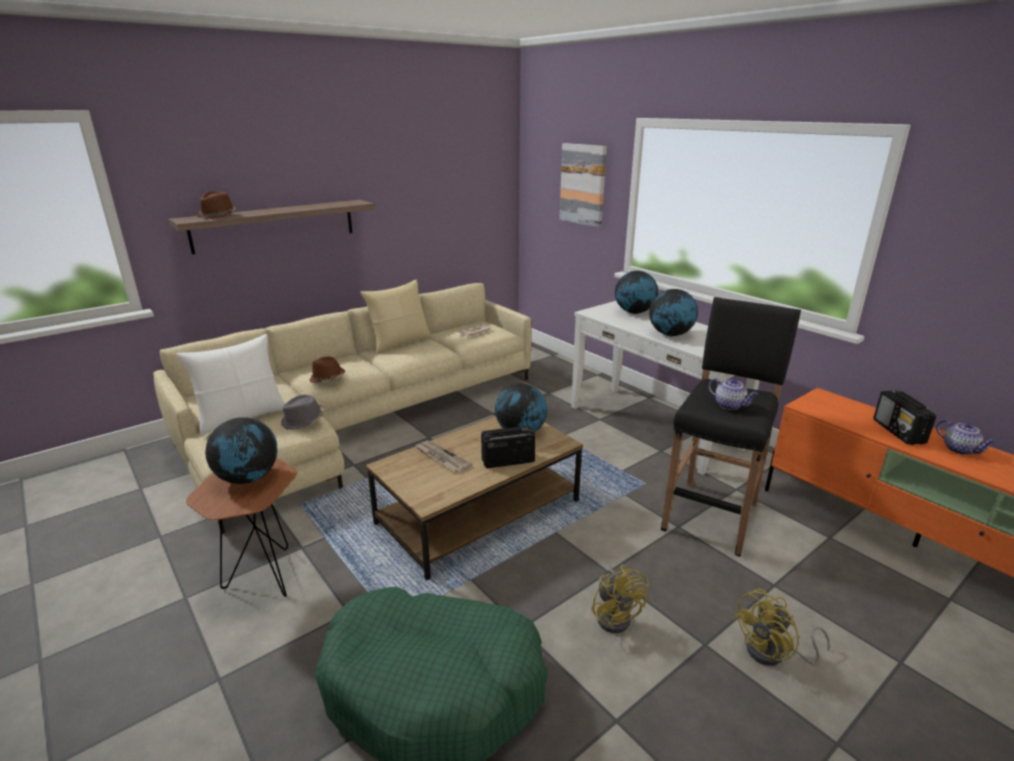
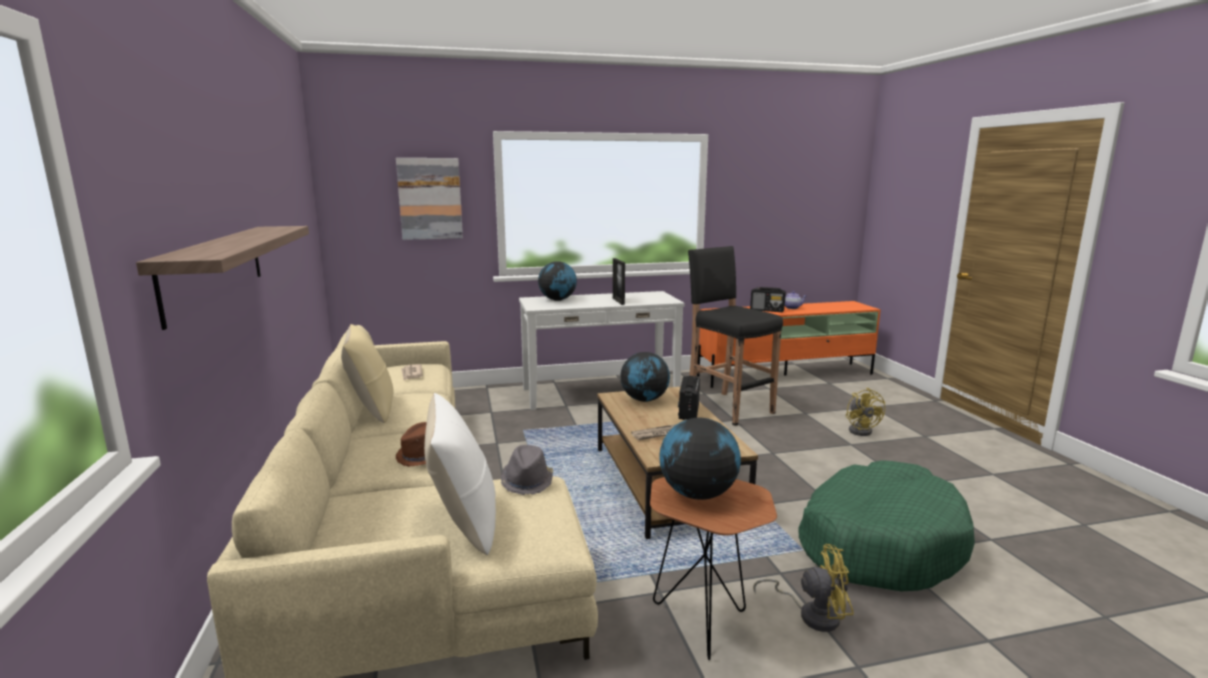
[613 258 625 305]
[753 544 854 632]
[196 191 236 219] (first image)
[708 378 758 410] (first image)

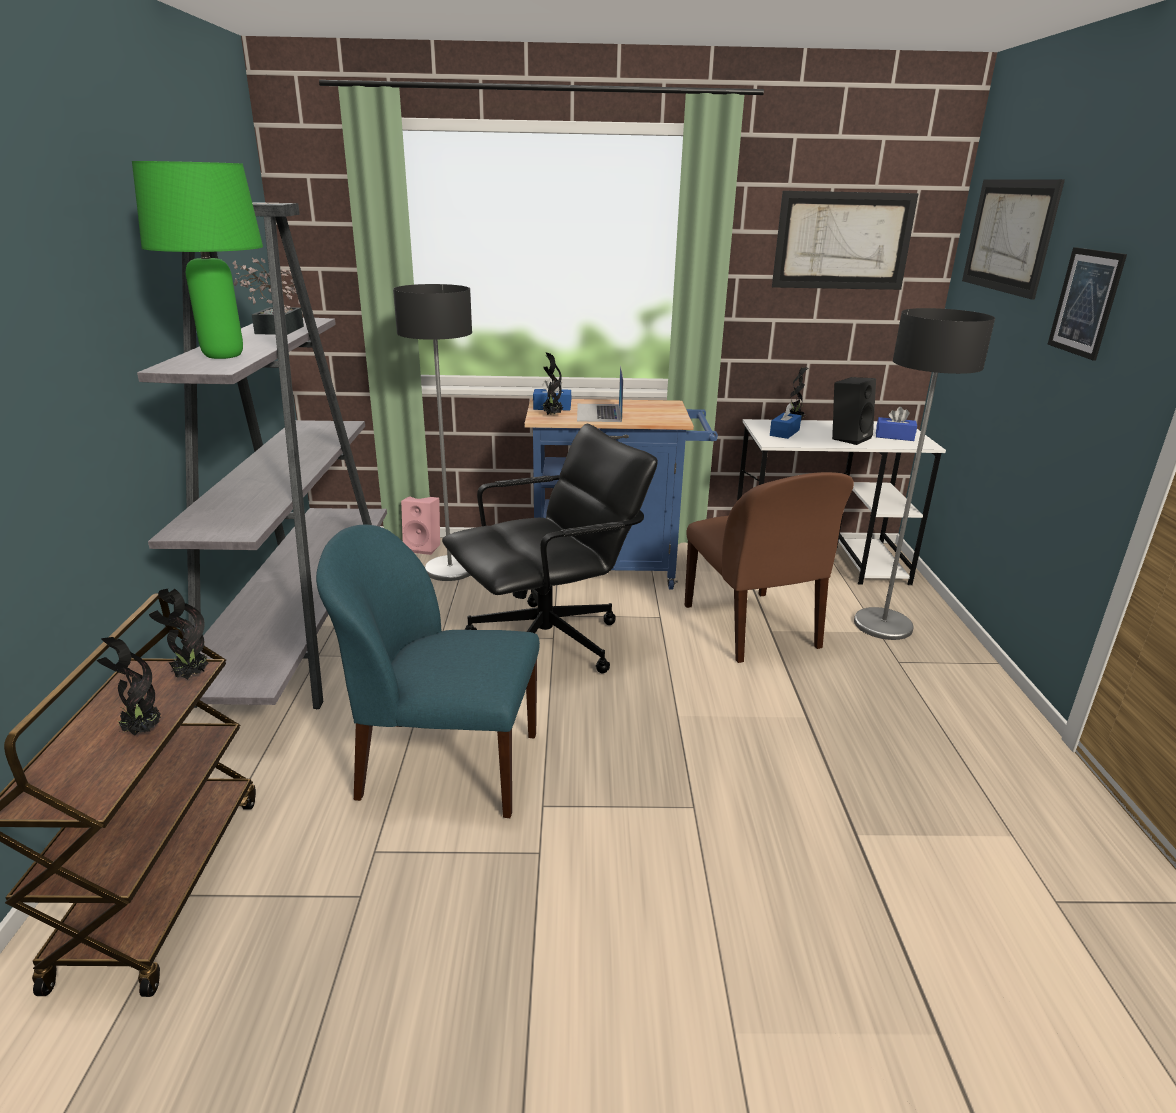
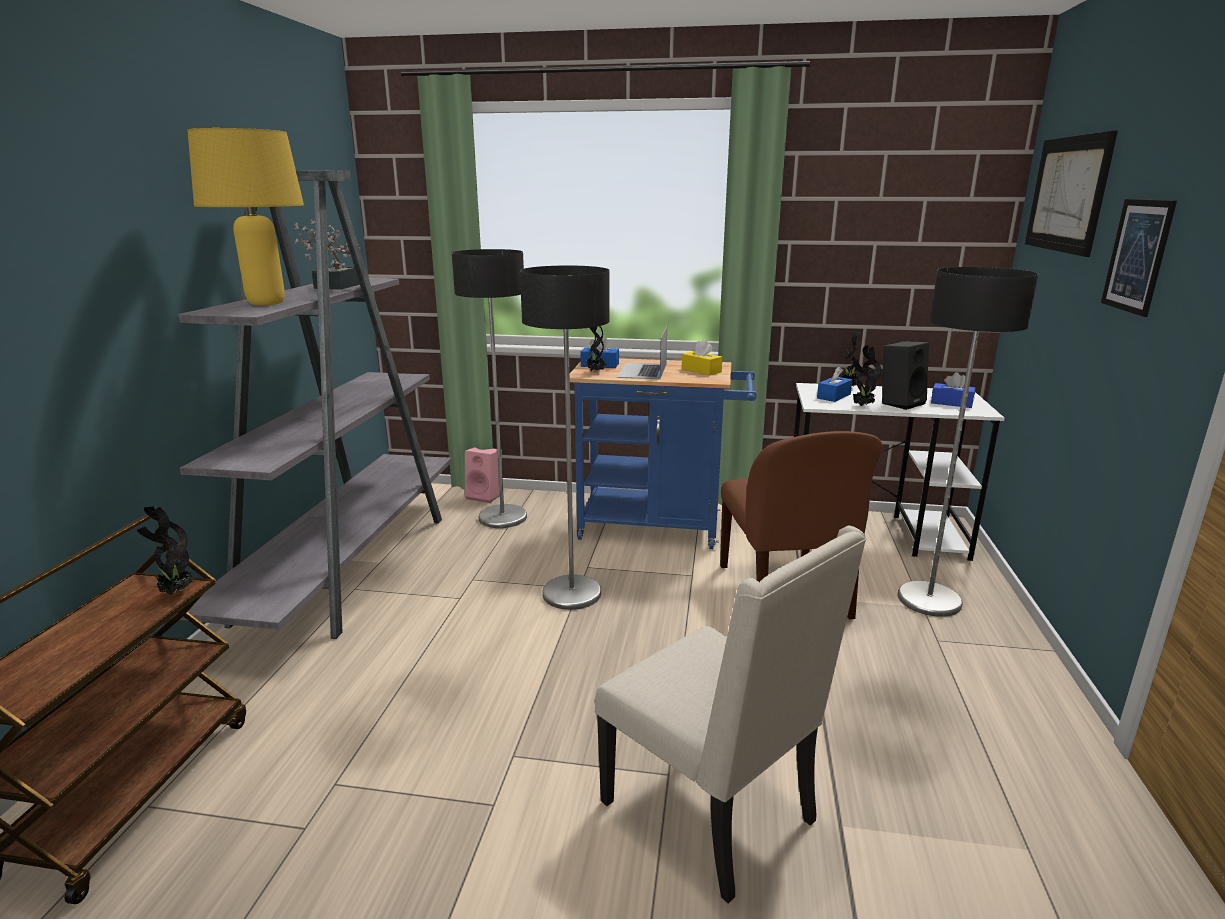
[187 128 304 306]
[520 265 610 610]
[595 525 866 904]
[682 339 722 375]
[853 345 882 406]
[316 525 540 818] (first image)
[772 191 919 290] (first image)

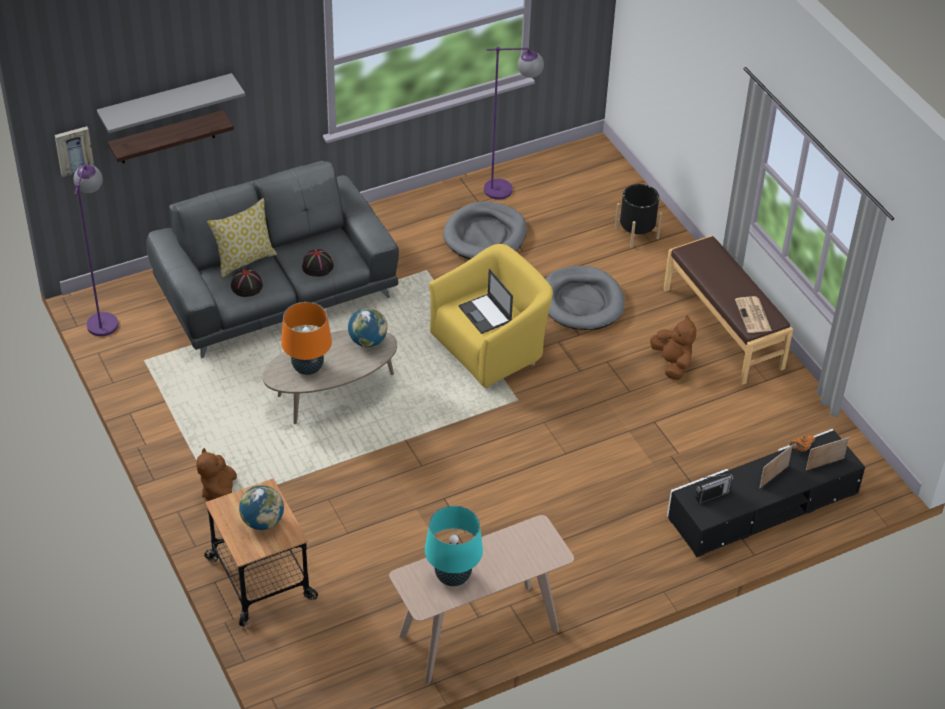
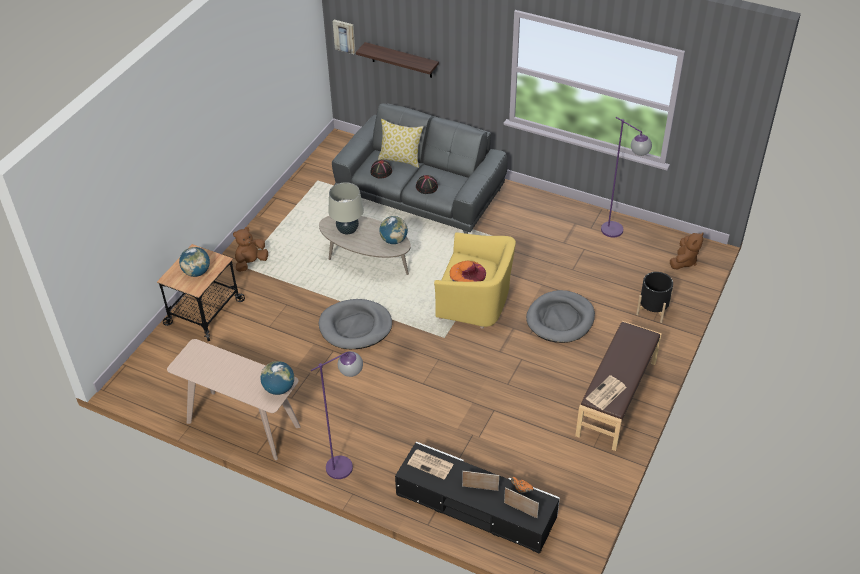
[260 361 294 395]
[311 351 363 479]
[319 299 392 349]
[328 182 364 234]
[407 449 454 479]
[450 261 486 282]
[670 233 703 269]
[97 73 245 133] (first image)
[425 505 483 586] (first image)

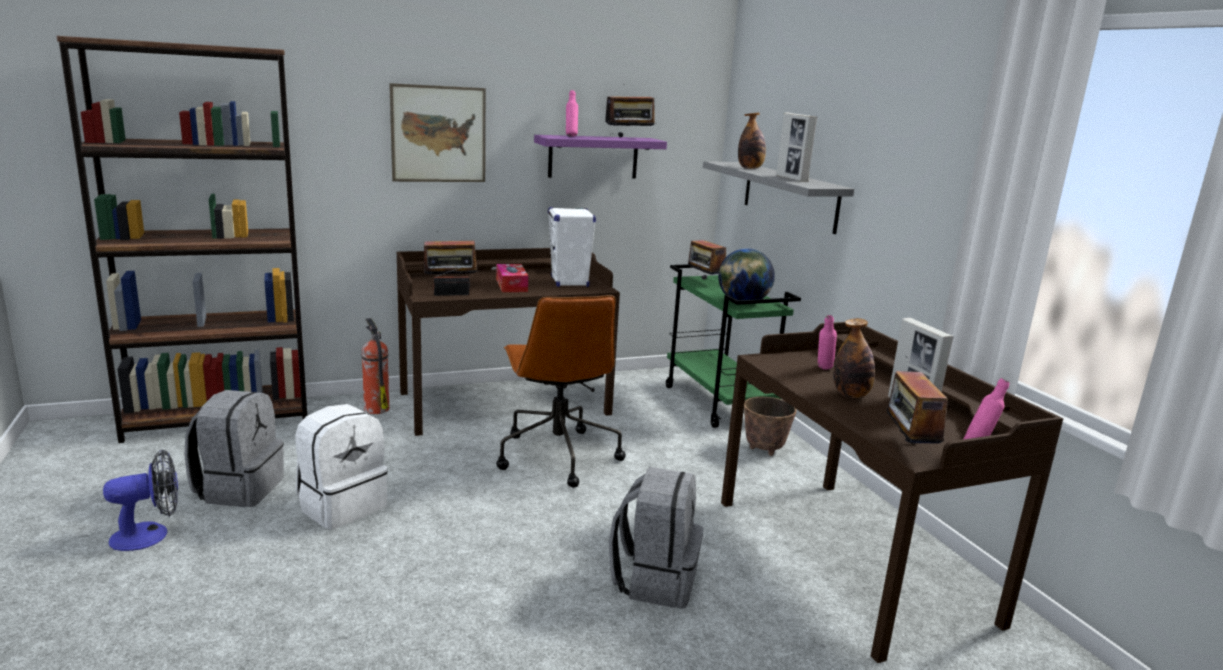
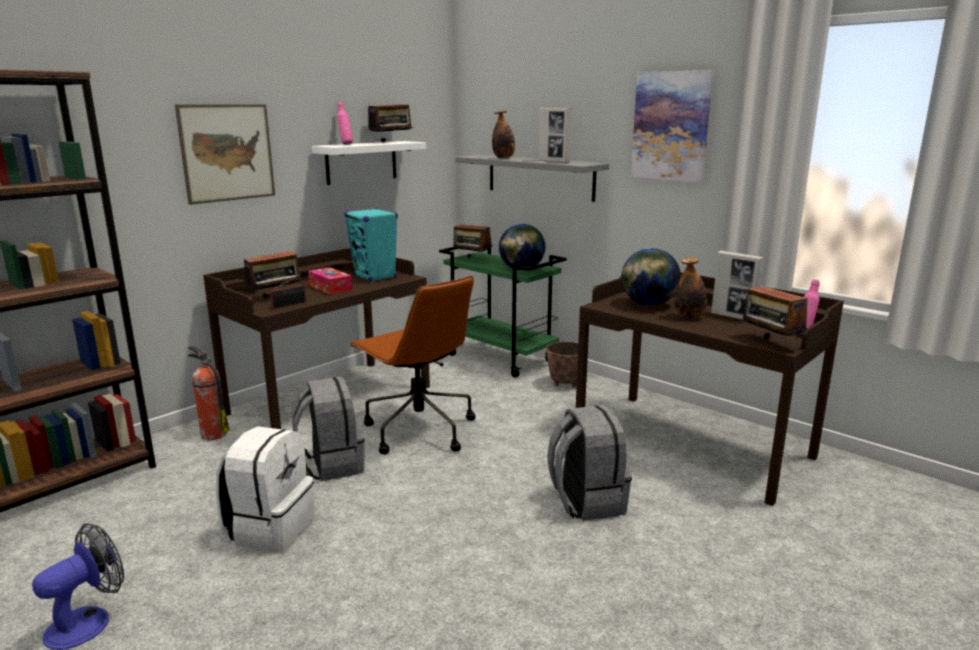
[292 377 365 481]
[312 141 426 185]
[344 208 398 282]
[621 248 681 306]
[631 70 714 183]

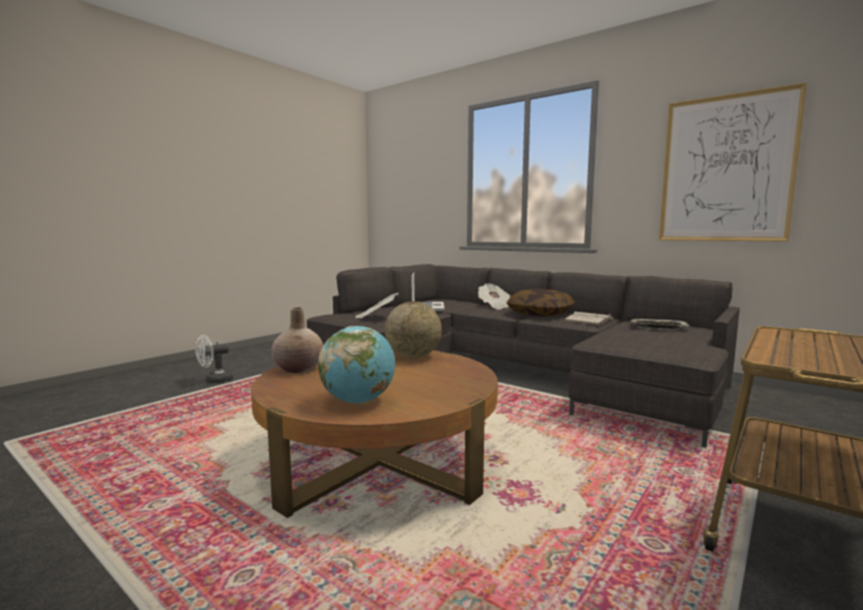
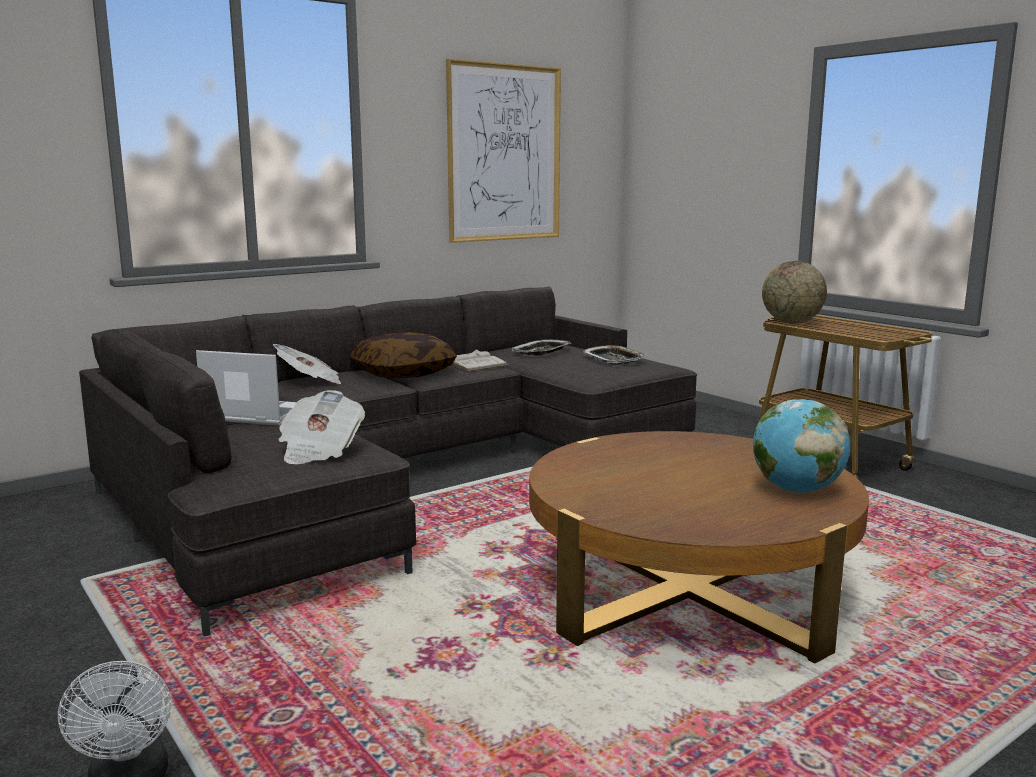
[582 345 647 365]
[762 261 827 323]
[272 308 323 373] (first image)

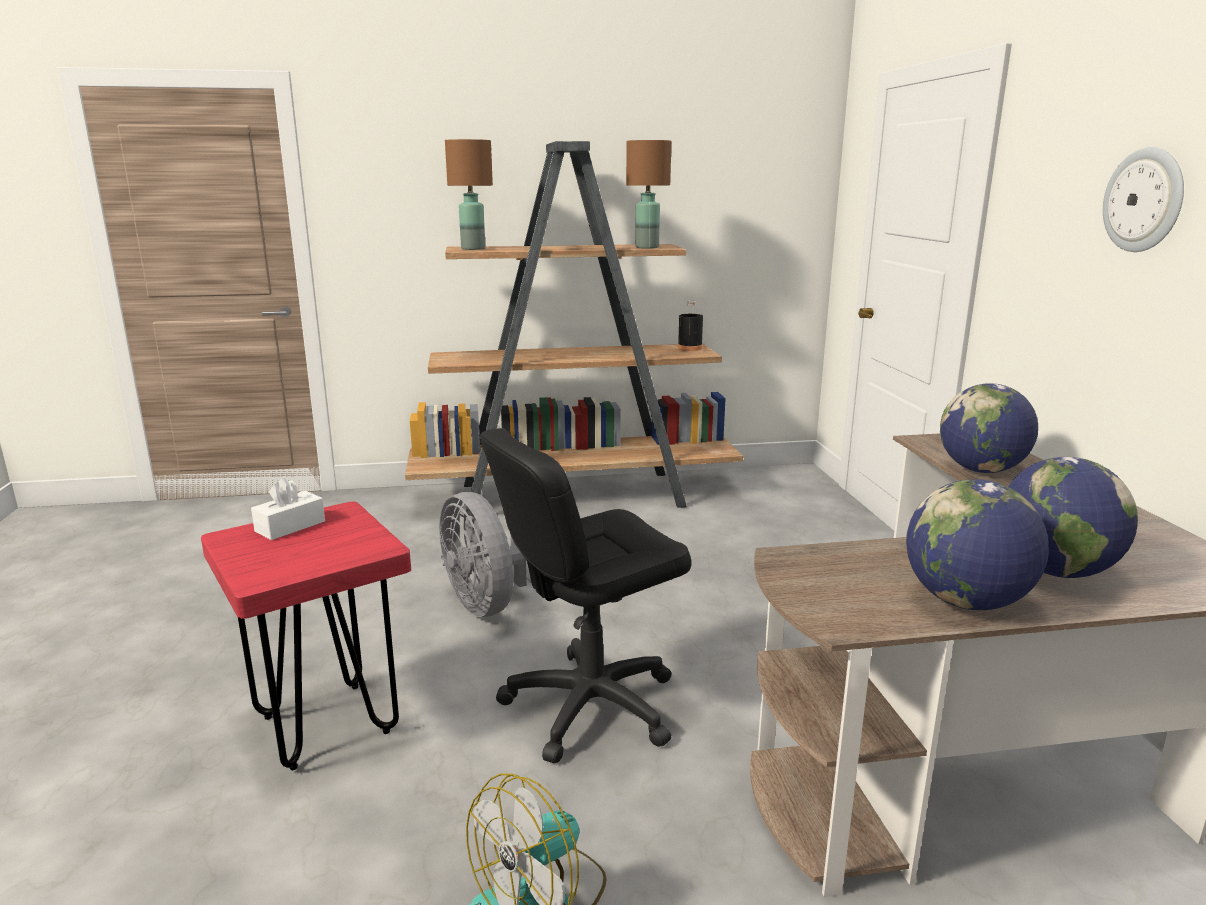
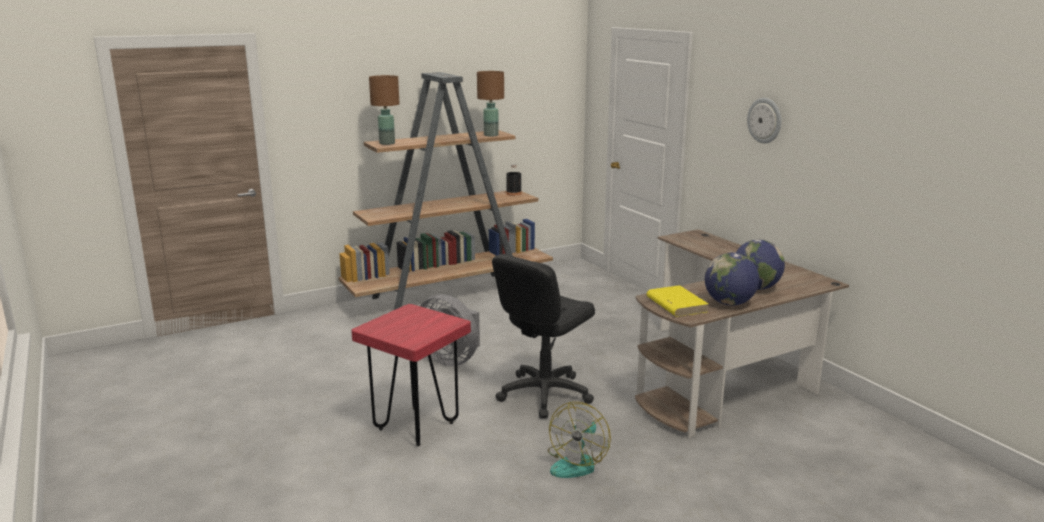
[647 285 708 317]
[251 478 325 540] (first image)
[940 383 1038 473] (first image)

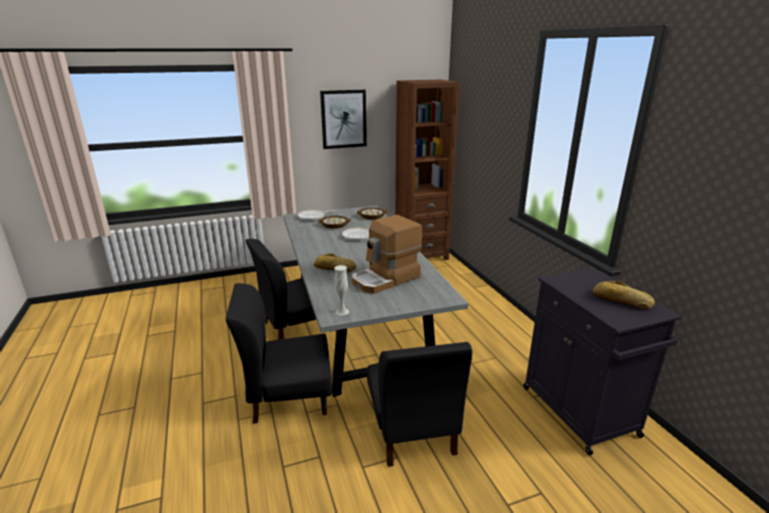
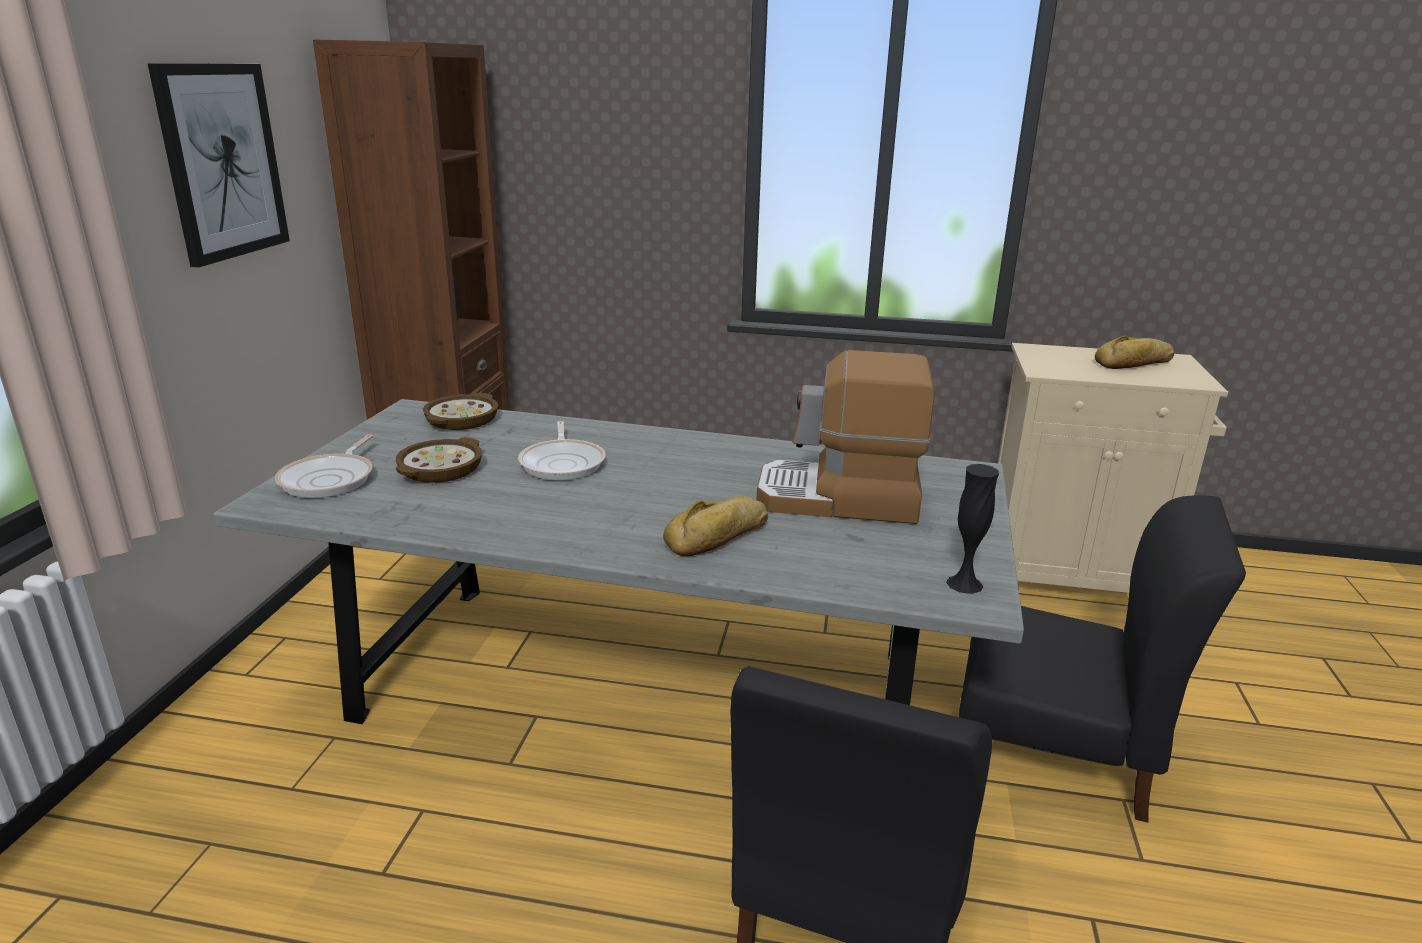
[757 350 934 524]
[946 464 999 594]
[998 343 1228 593]
[246 239 331 340] (first image)

